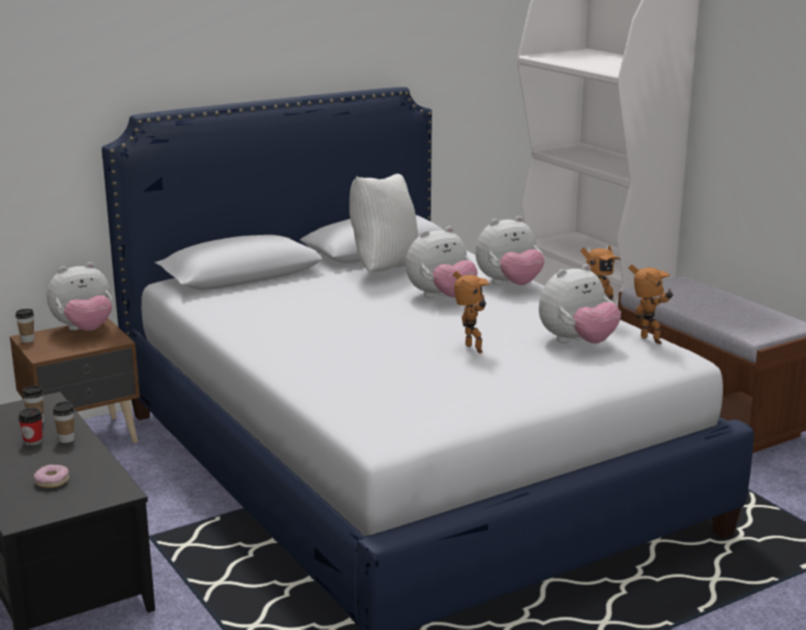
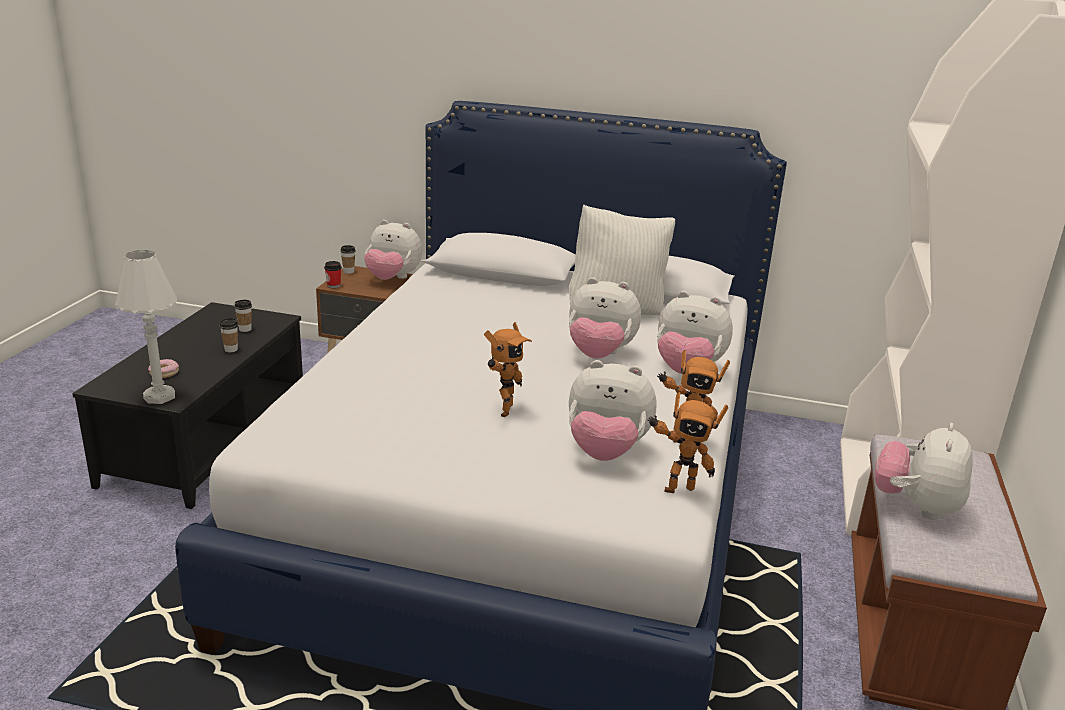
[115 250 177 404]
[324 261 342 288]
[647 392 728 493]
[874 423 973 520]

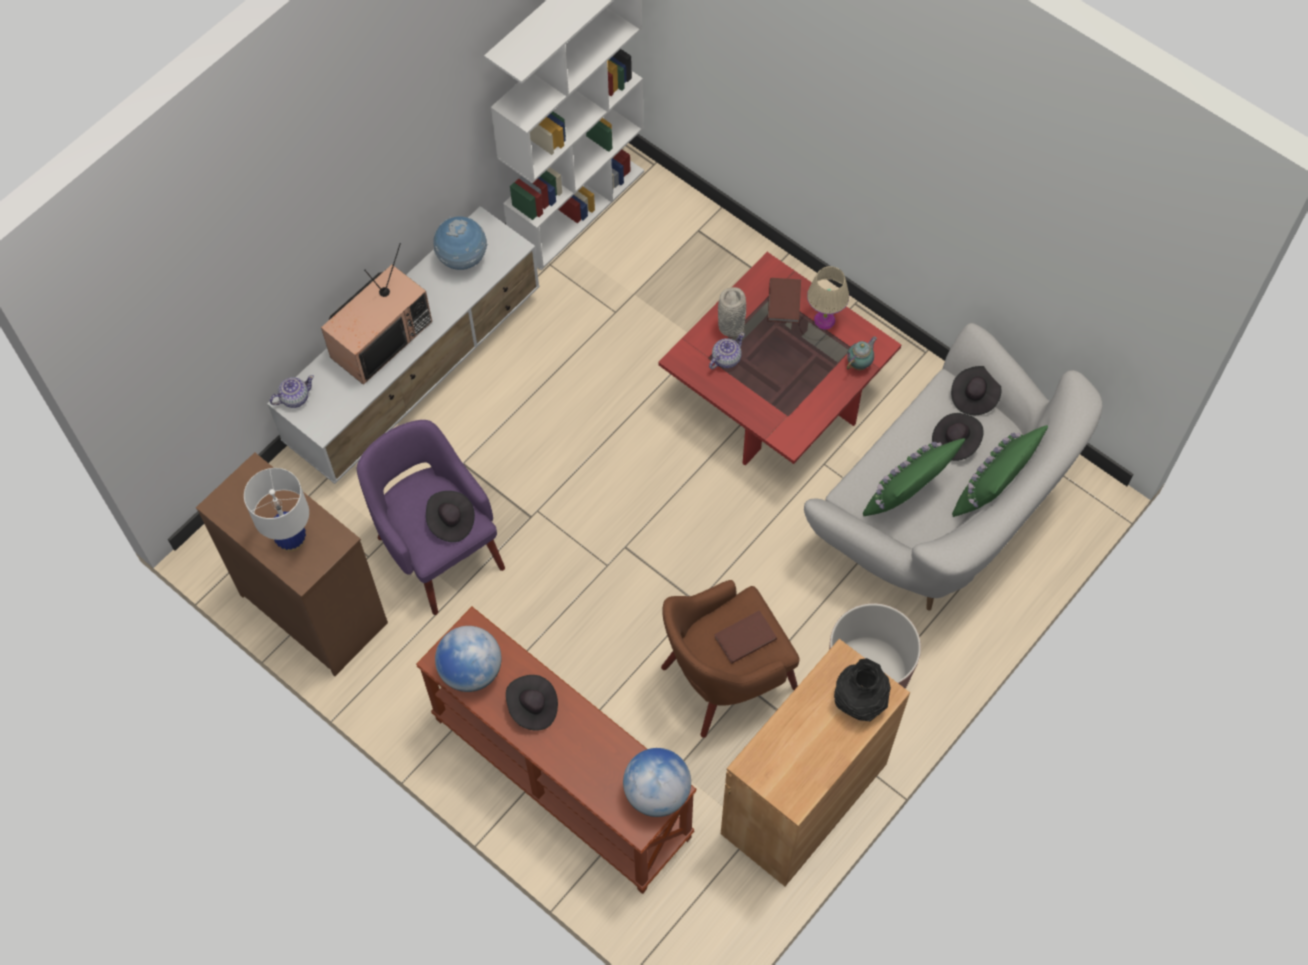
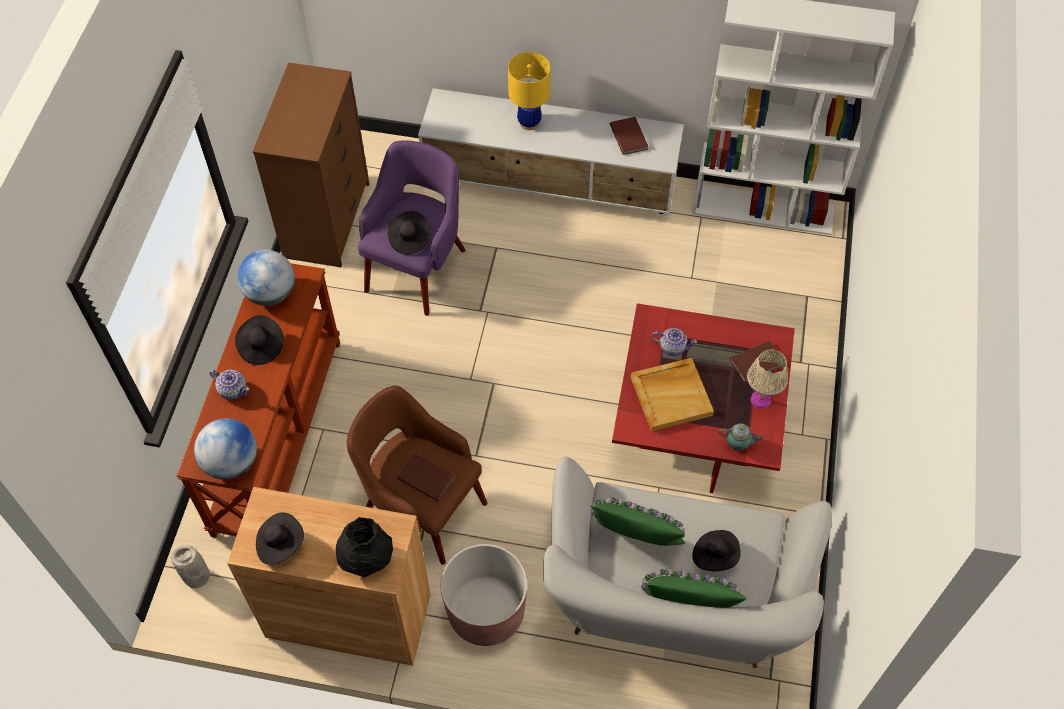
[171 545 209 588]
[210 370 249 400]
[256 512 304 565]
[508 52 551 130]
[610 117 648 155]
[631 358 714 431]
[244 468 309 552] (first image)

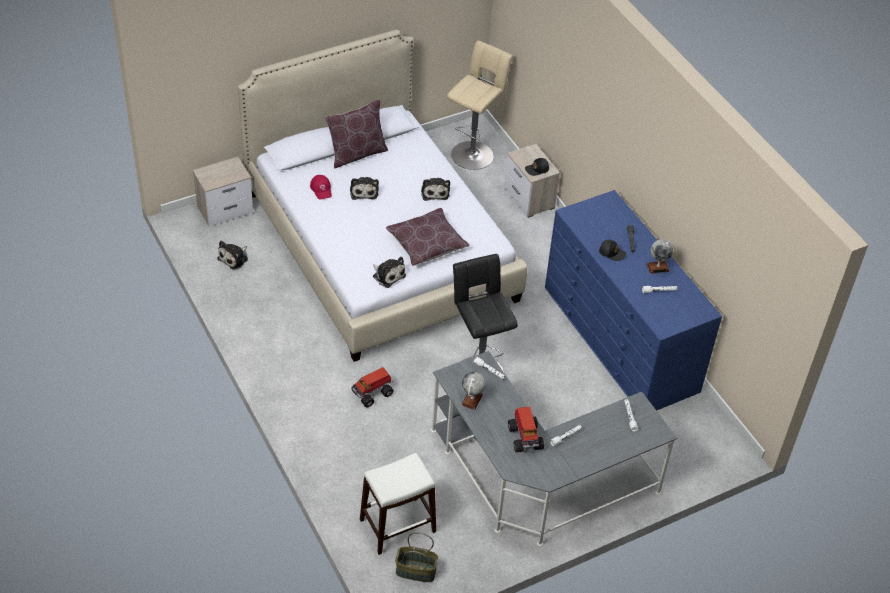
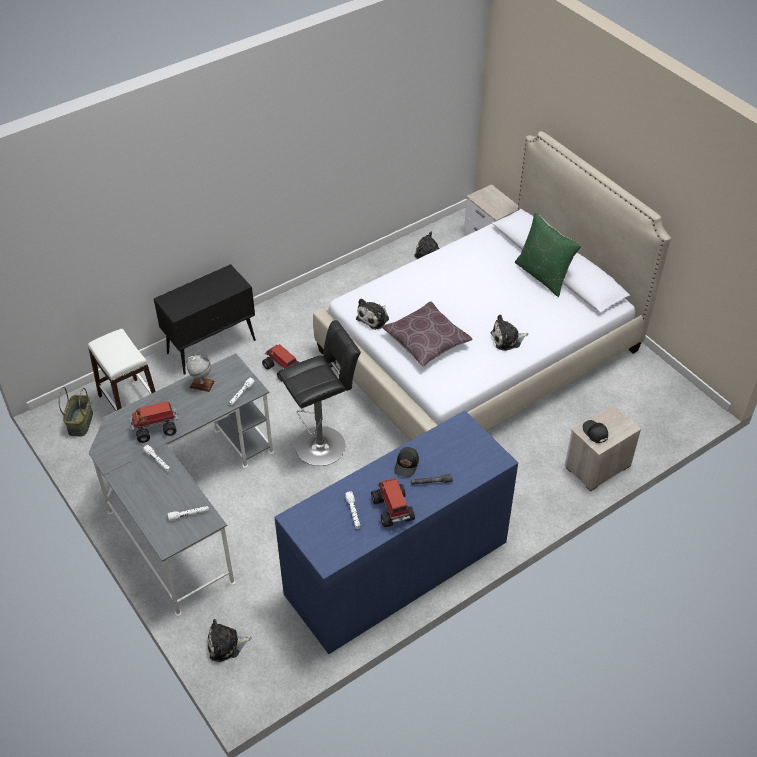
[154 264 256 375]
[208 619 252 662]
[371 478 415 527]
[515 212 581 297]
[310 175 332 199] (first image)
[447 41 513 170] (first image)

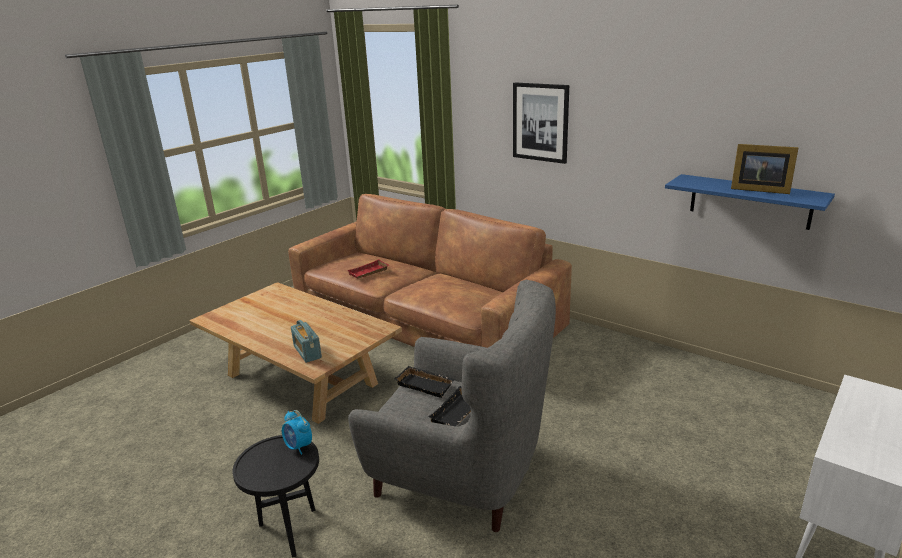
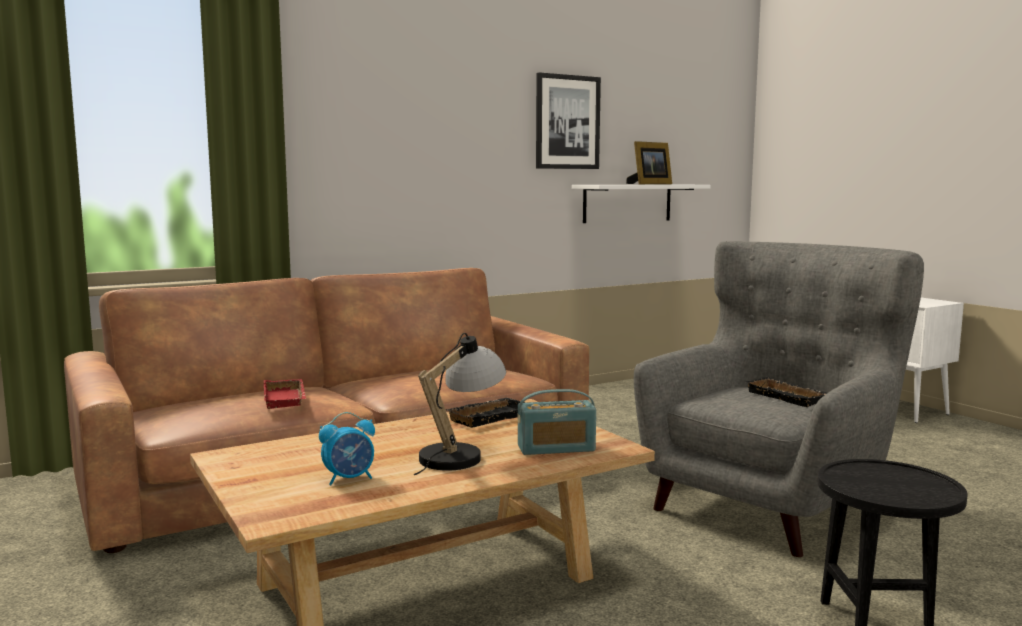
[319 412 375 485]
[414 333 506 476]
[445 398 526 427]
[536 72 601 169]
[572 185 711 223]

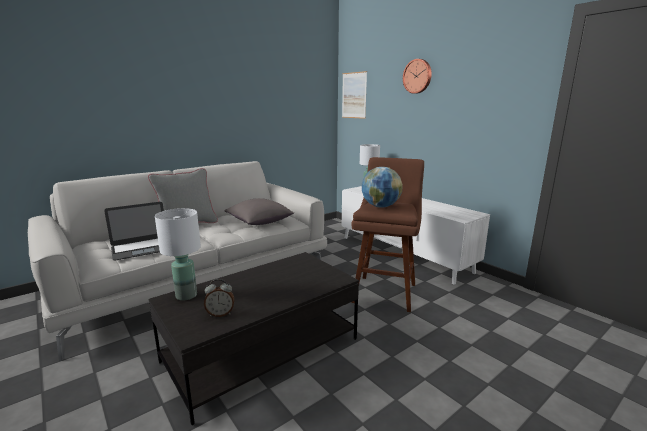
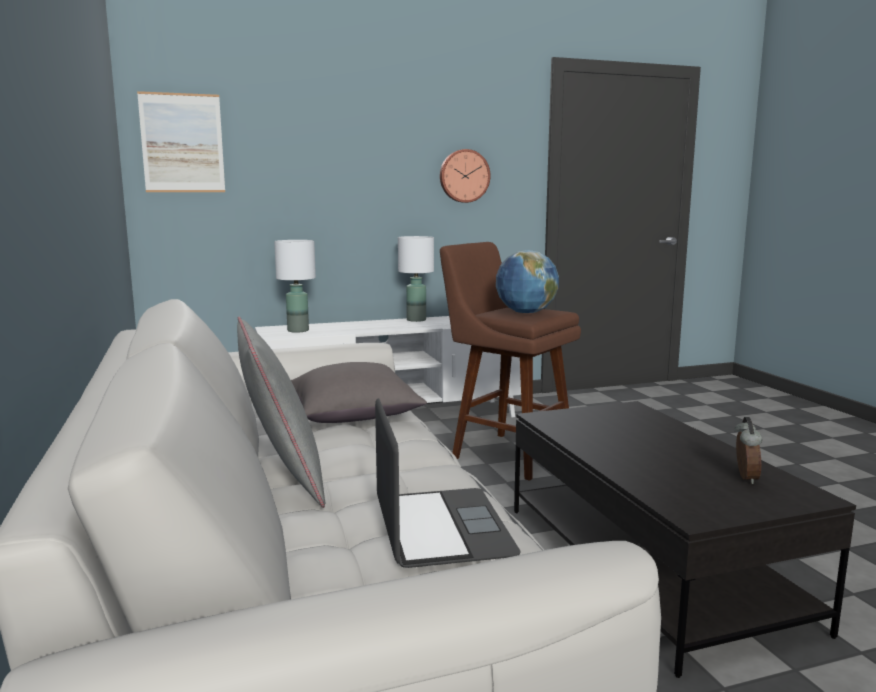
[398 236 434 322]
[440 149 491 203]

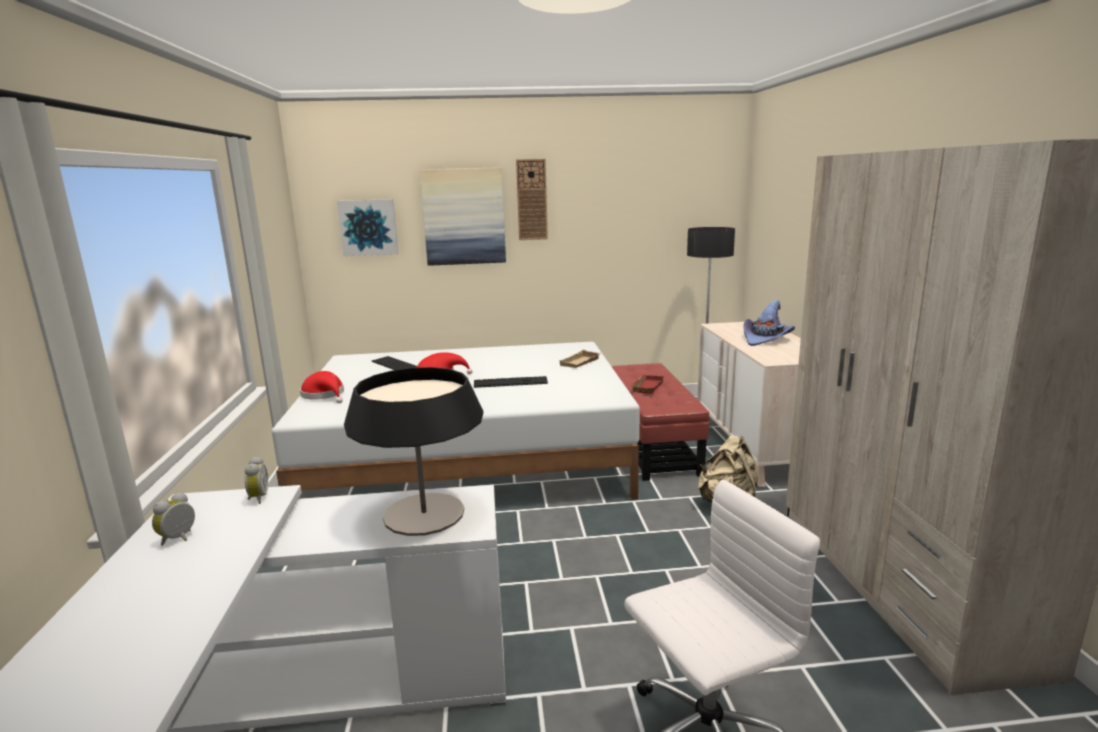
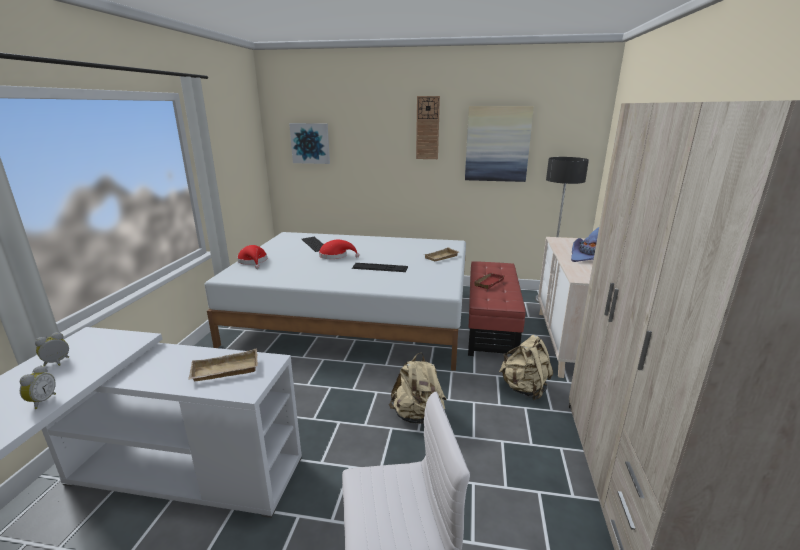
[20 365 56 409]
[188 349 258 381]
[389 353 446 424]
[465 106 534 182]

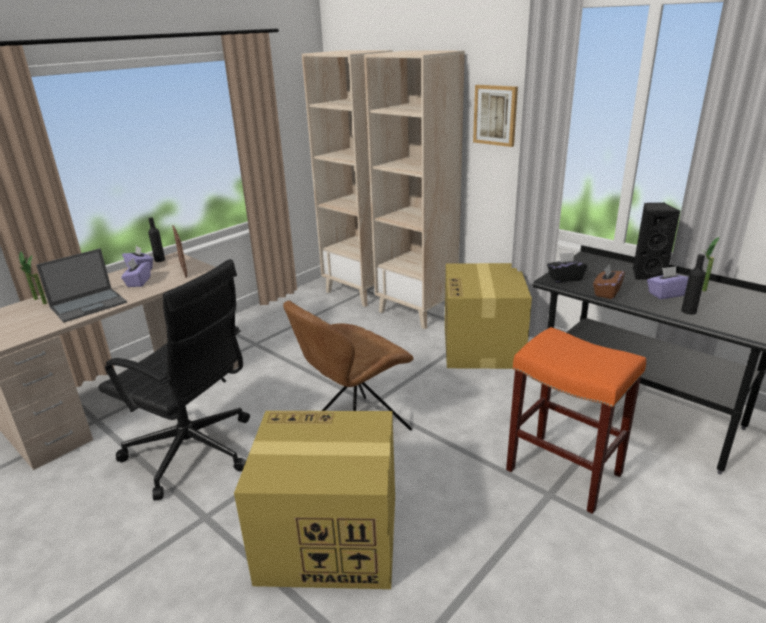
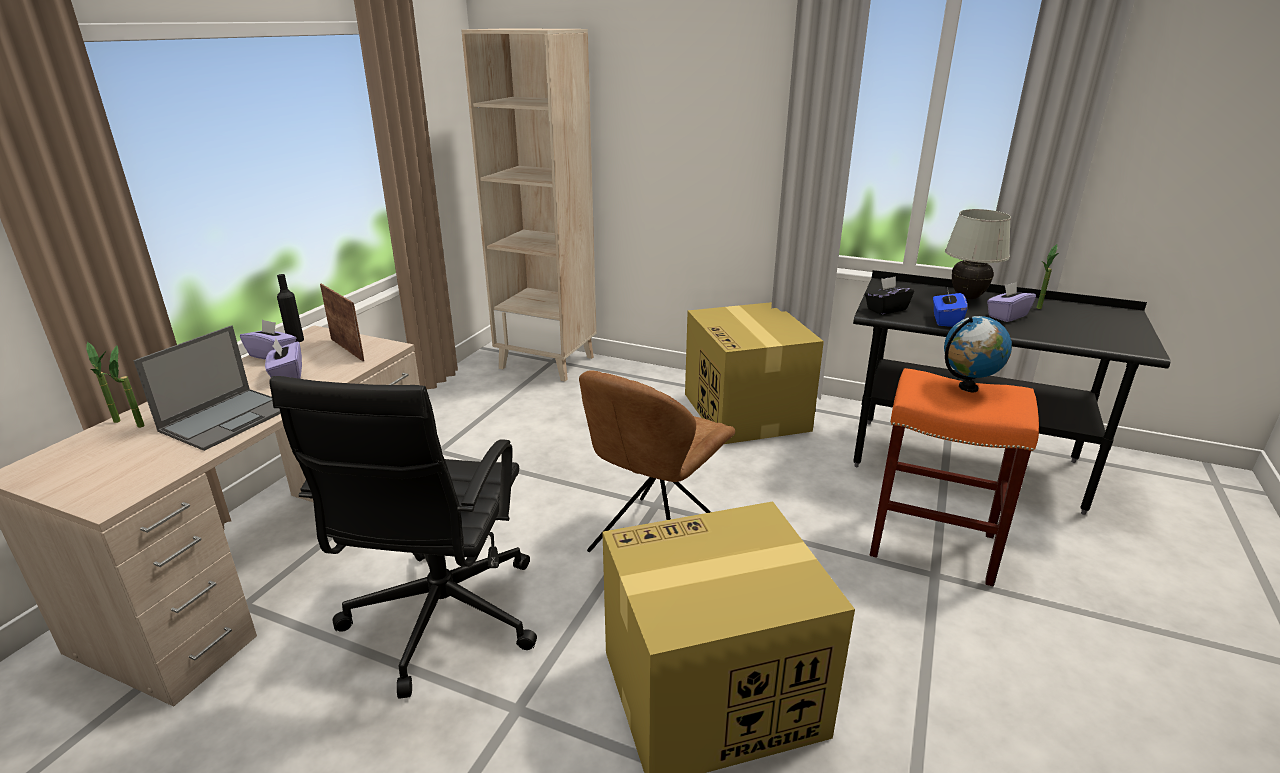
[269 376 537 699]
[933 287 967 327]
[944 316 1012 392]
[945 209 1011 299]
[364 50 465 329] (first image)
[473 85 518 147] (first image)
[681 254 705 315] (first image)

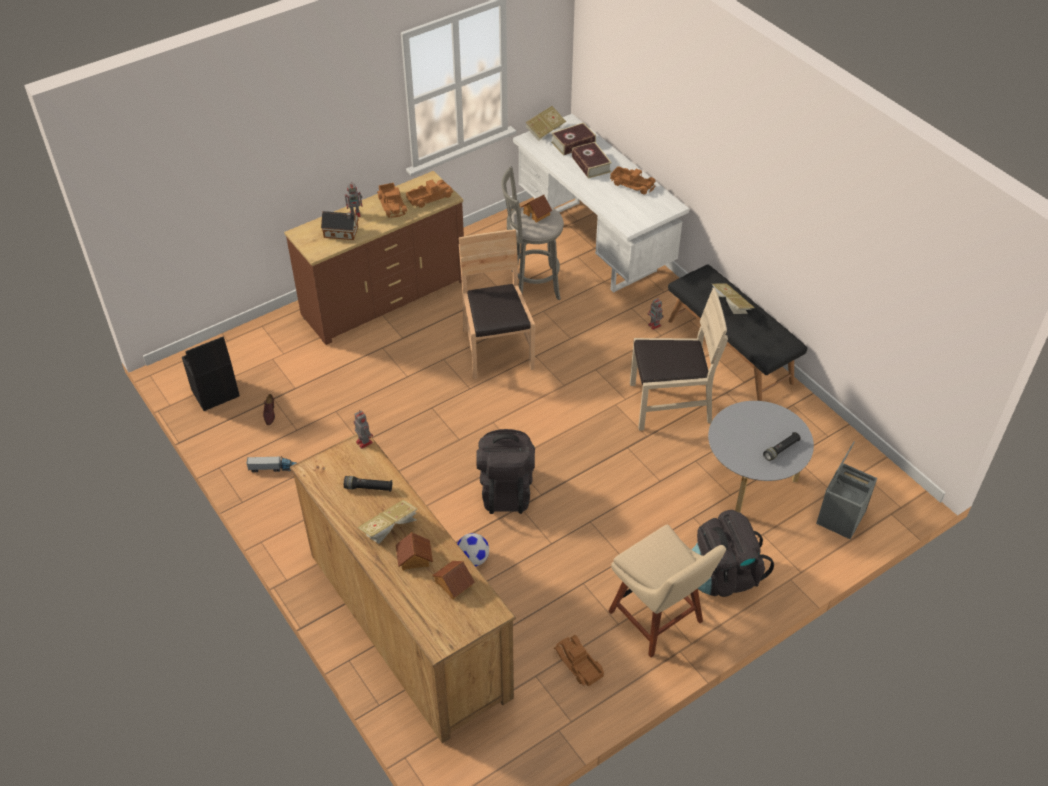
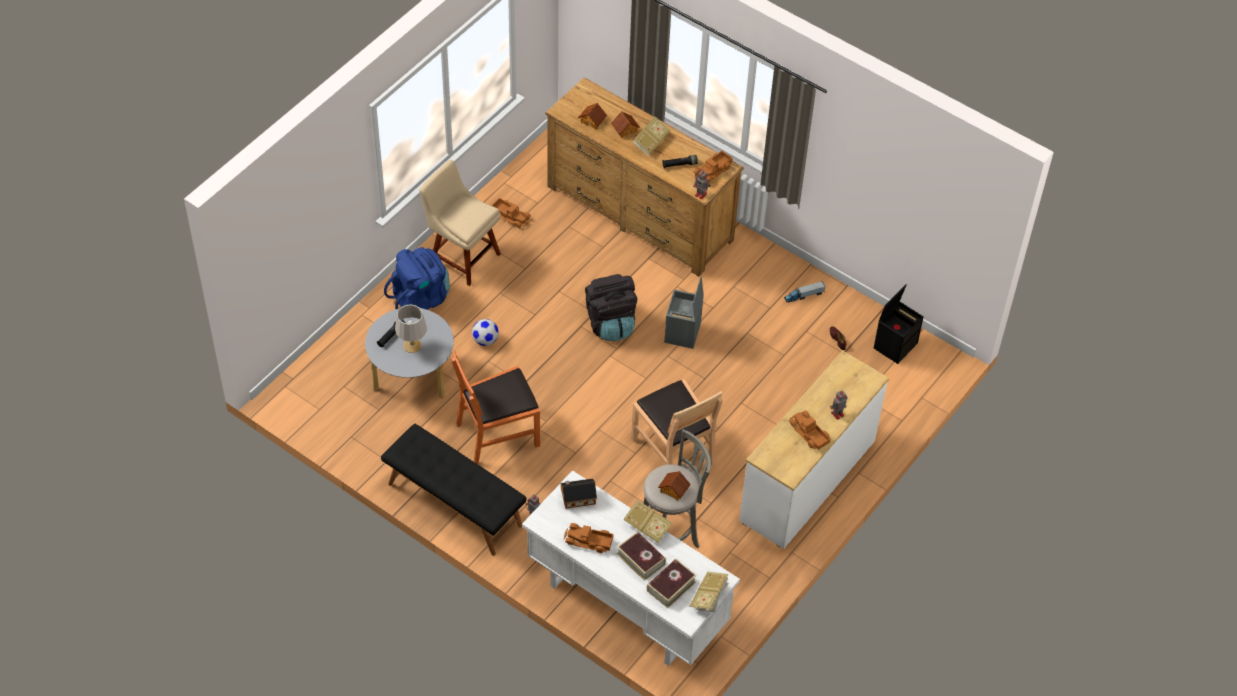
[384 247 450 310]
[395 304 427 353]
[451 351 540 464]
[472 319 499 346]
[560 478 597 509]
[623 500 672 543]
[664 276 704 349]
[693 151 733 182]
[739 350 889 549]

